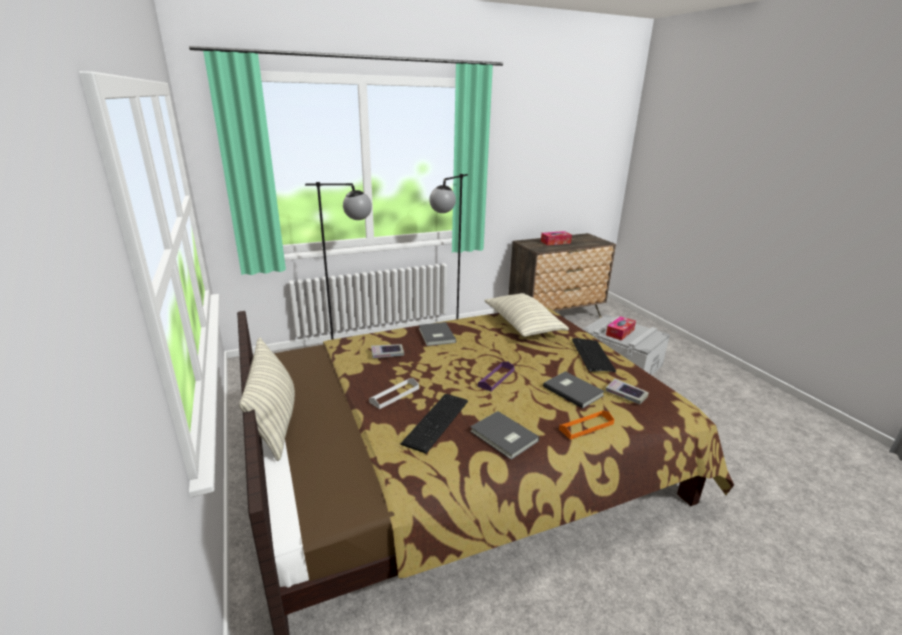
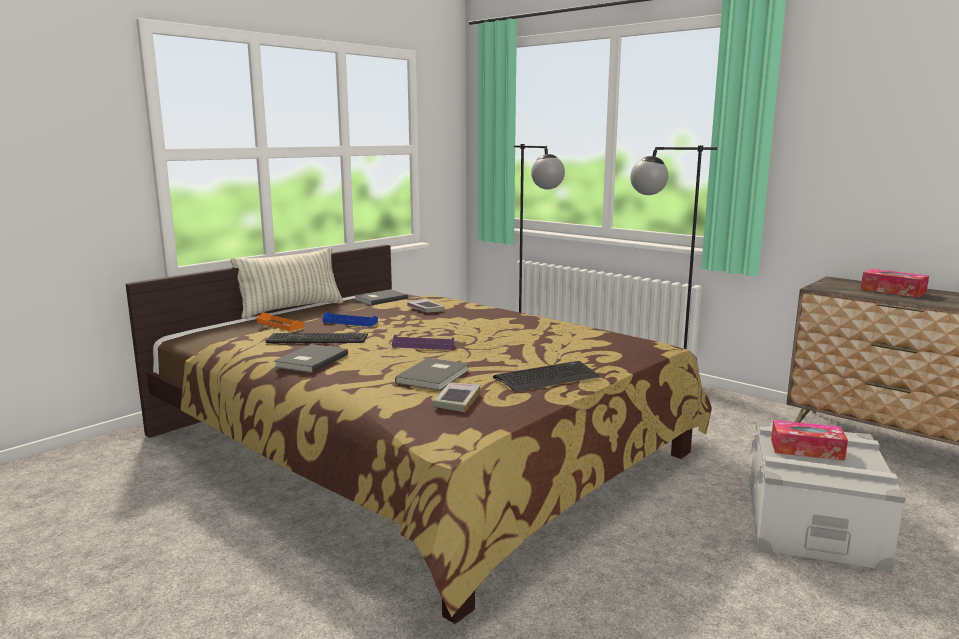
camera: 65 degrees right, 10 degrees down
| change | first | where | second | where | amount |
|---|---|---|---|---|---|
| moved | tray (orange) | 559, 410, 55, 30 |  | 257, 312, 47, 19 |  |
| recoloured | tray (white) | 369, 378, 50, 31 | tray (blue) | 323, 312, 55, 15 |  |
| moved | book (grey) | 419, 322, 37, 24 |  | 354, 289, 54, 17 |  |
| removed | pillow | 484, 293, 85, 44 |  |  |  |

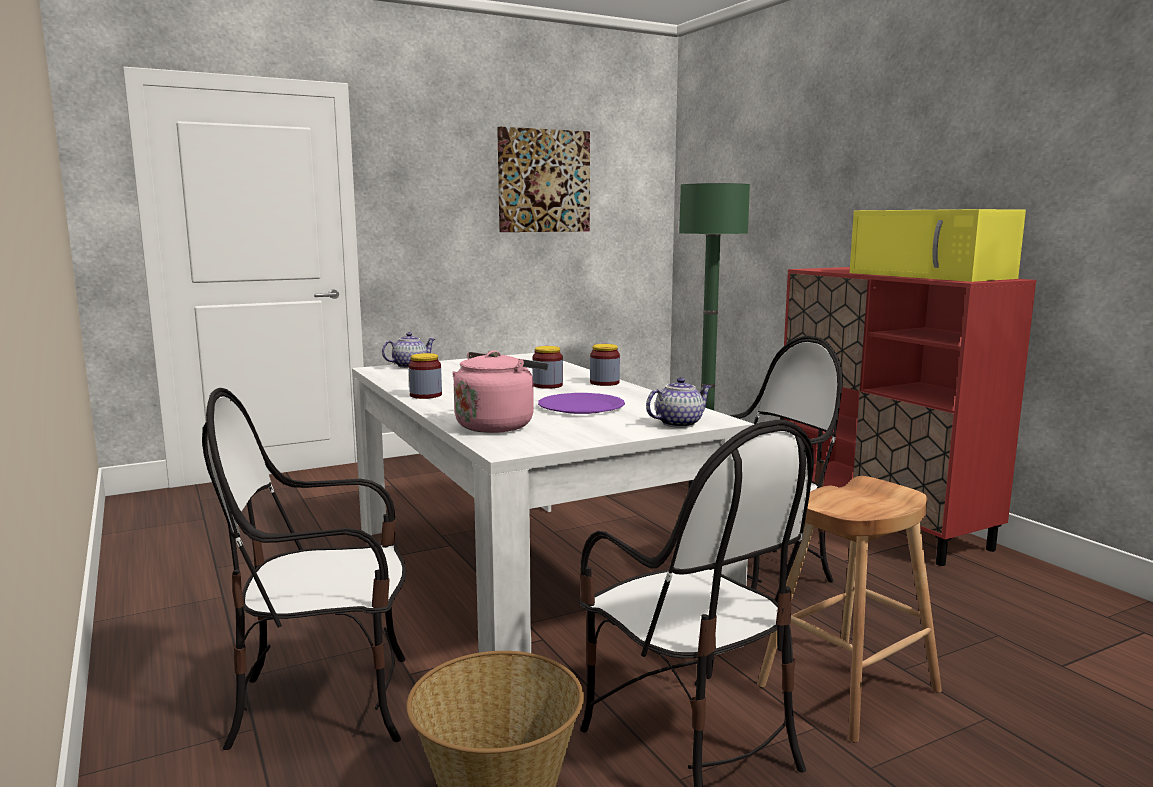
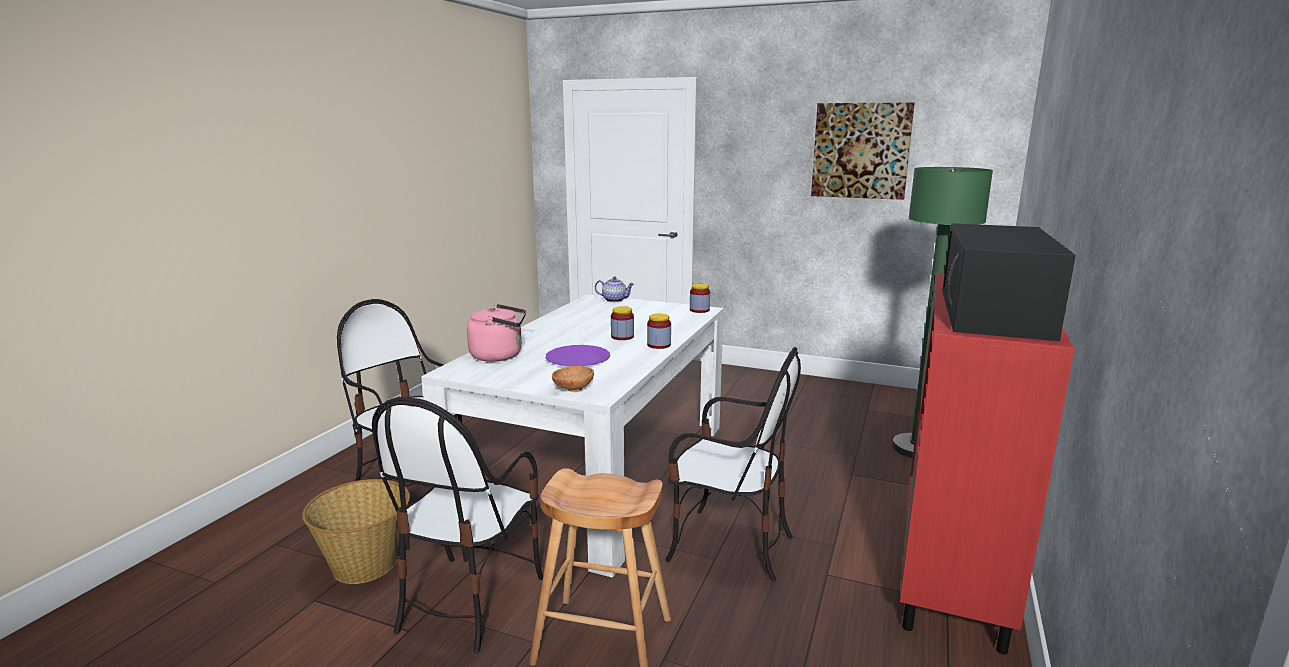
camera: 50 degrees right, 5 degrees up
| change | first | where | second | where | amount |
|---|---|---|---|---|---|
| replaced | teapot | 646, 377, 66, 51 | bowl (brown) | 552, 366, 42, 26 |  |
| moved | jar | 409, 353, 33, 46 |  | 690, 284, 20, 29 |  |
| recoloured | microwave (yellow) | 850, 209, 176, 73 | microwave (black) | 942, 223, 134, 118 |  |

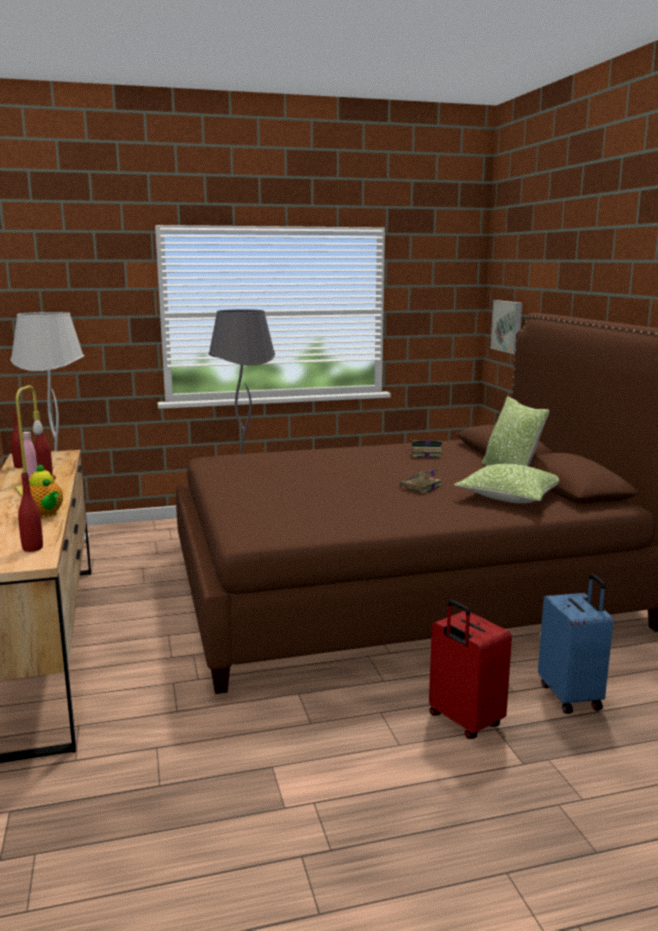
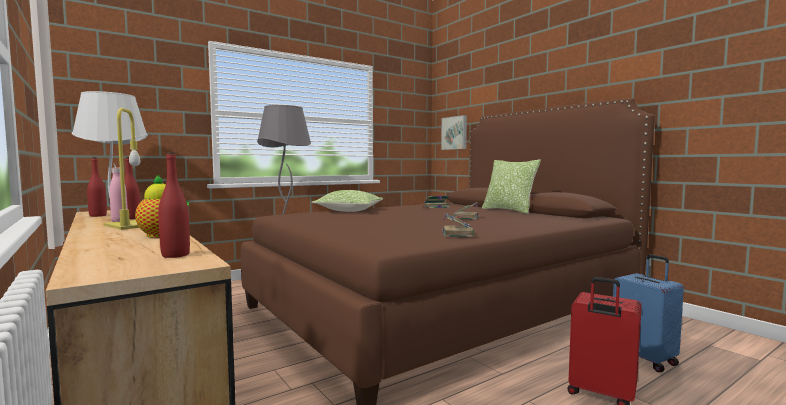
camera: 20 degrees left, 10 degrees down
| change | first | where | second | where | amount |
|---|---|---|---|---|---|
| moved | pillow | 454, 464, 105, 39 |  | 311, 190, 73, 22 |  |
| added |  |  | book | 442, 213, 32, 24 |  |

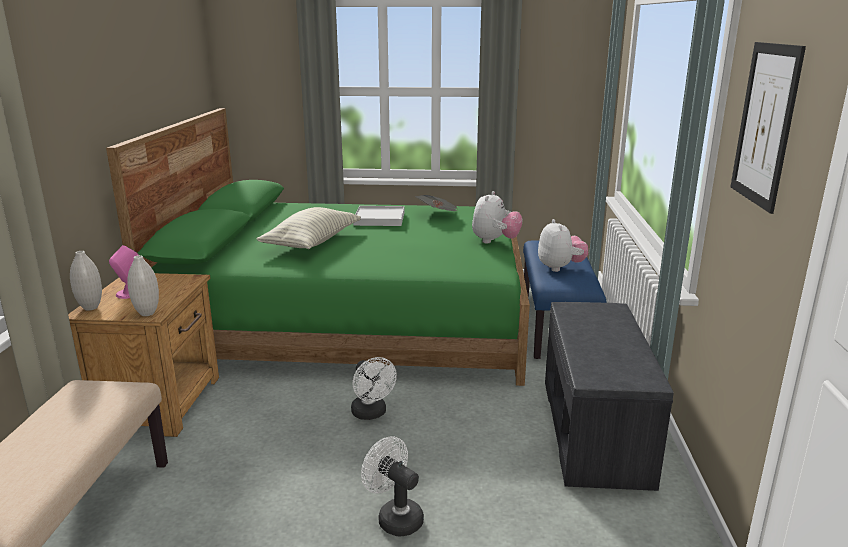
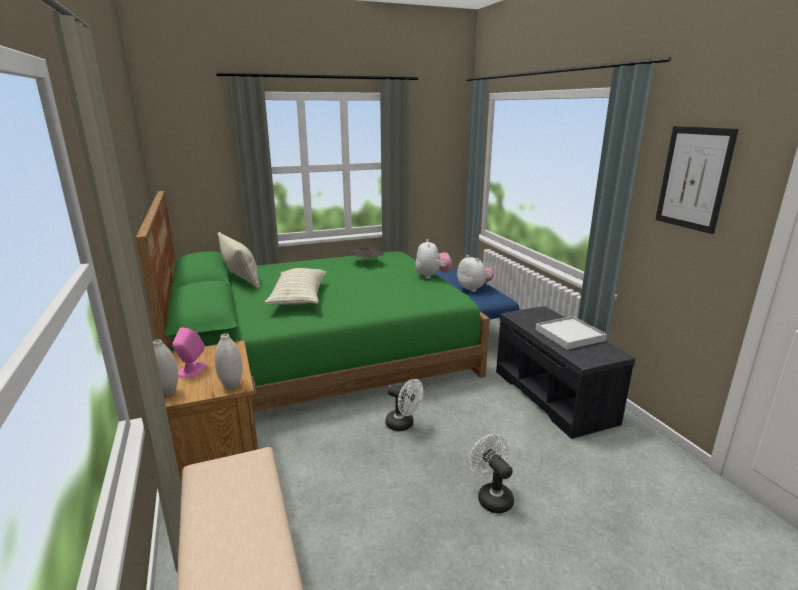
camera: 25 degrees left, 0 degrees up
| change | first | where | second | where | amount |
|---|---|---|---|---|---|
| added |  |  | pillow | 218, 232, 42, 57 |  |
| turned | fan (white) | 361, 436, 63, 100 |  | 469, 434, 45, 79 | 45 degrees clockwise |
| moved | tray (white) | 353, 206, 52, 20 |  | 536, 316, 71, 34 |  |

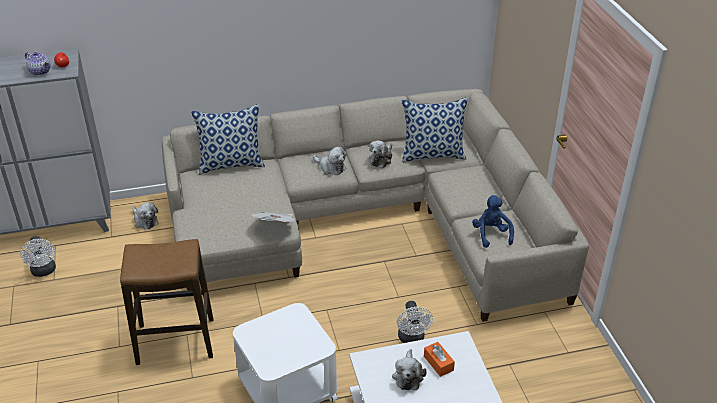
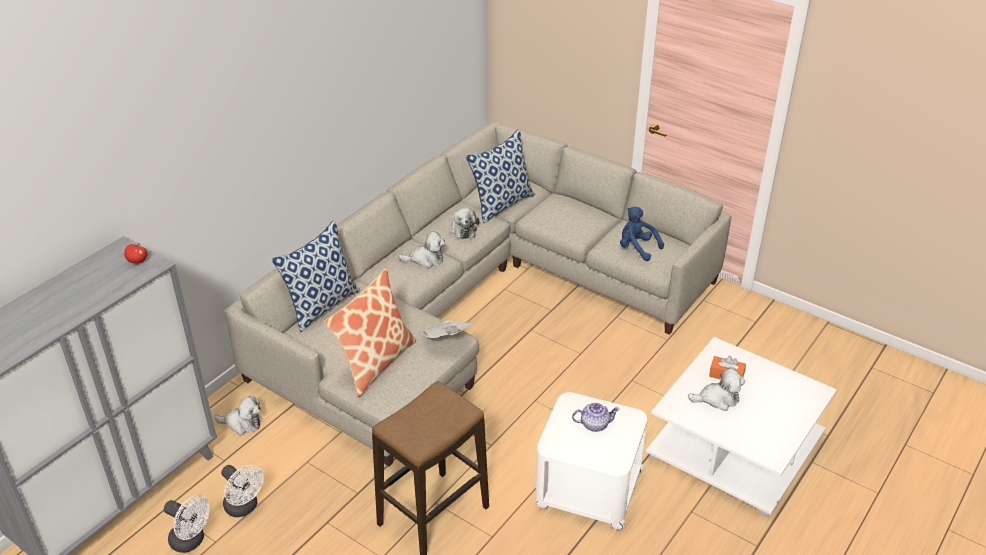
camera: 40 degrees left, 0 degrees up
| change | first | where | second | where | amount |
|---|---|---|---|---|---|
| moved | fan (white) | 397, 301, 36, 42 |  | 221, 465, 43, 52 |  |
| added |  |  | pillow | 324, 268, 92, 129 |  |
| moved | teapot | 25, 52, 26, 24 |  | 572, 402, 48, 30 |  |
| turned | plush toy | 392, 349, 35, 41 |  | 688, 367, 57, 44 | 60 degrees counterclockwise |

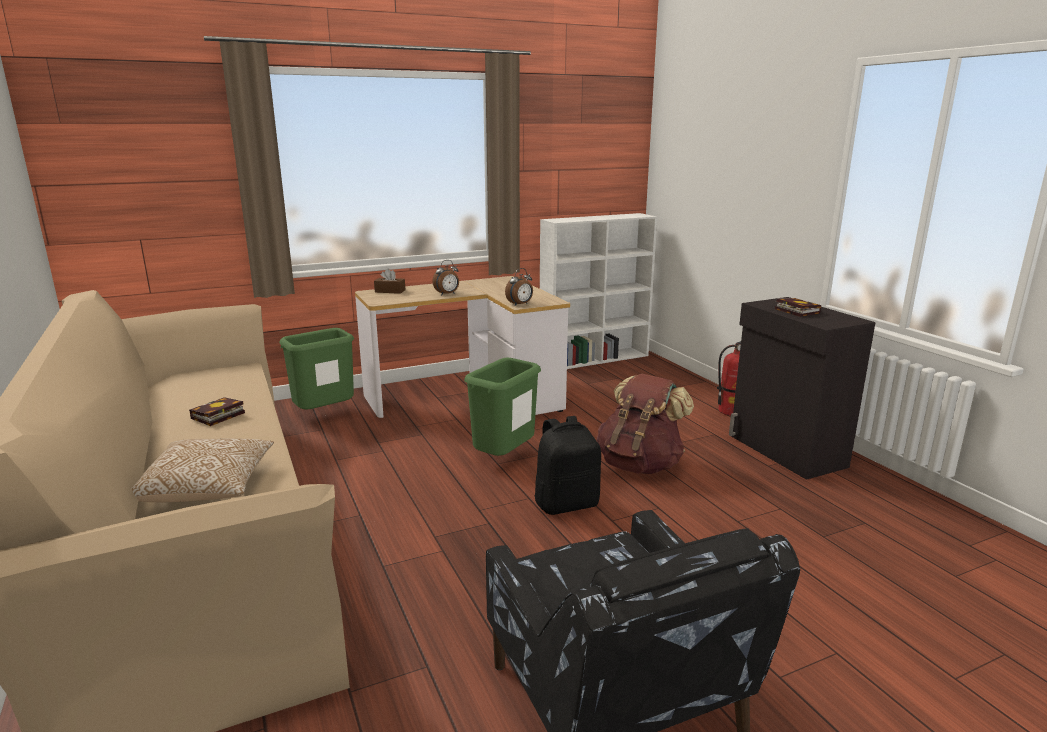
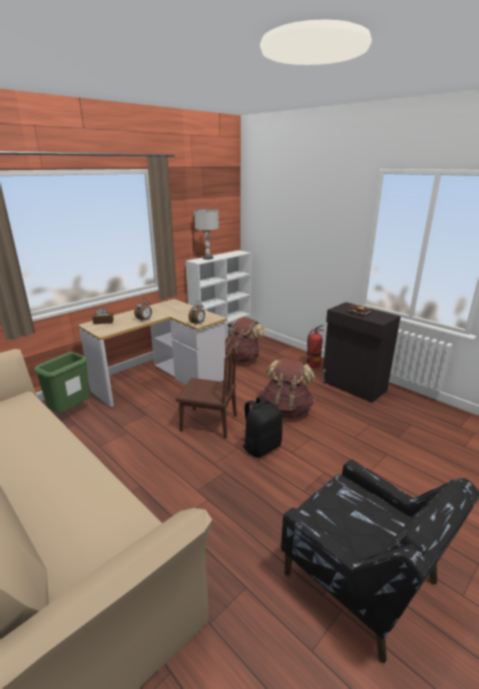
camera: 20 degrees left, 5 degrees up
| change | first | where | second | where | amount |
|---|---|---|---|---|---|
| replaced | trash can (green) | 464, 358, 77, 98 | chair (brown) | 176, 345, 61, 94 |  |
| added |  |  | table lamp (grey) | 194, 209, 25, 51 |  |
| added |  |  | backpack (brown) | 225, 317, 40, 46 |  |
| removed | pillow | 131, 439, 143, 63 |  |  |  |
| removed | book | 189, 397, 56, 29 |  |  |  |

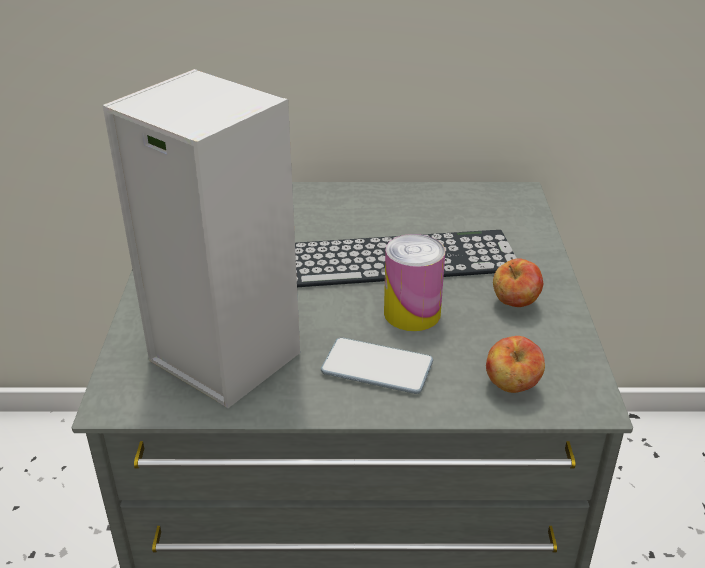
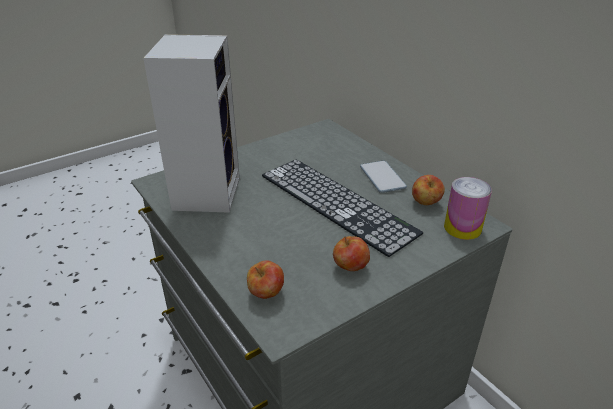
camera: 55 degrees right, 0 degrees up
| change | first | where | second | where | amount |
|---|---|---|---|---|---|
| moved | phone | 321, 337, 112, 57 |  | 360, 161, 47, 32 |  |
| added |  |  | apple | 412, 175, 33, 30 |  |
| moved | can | 384, 234, 61, 97 |  | 444, 177, 48, 63 |  |

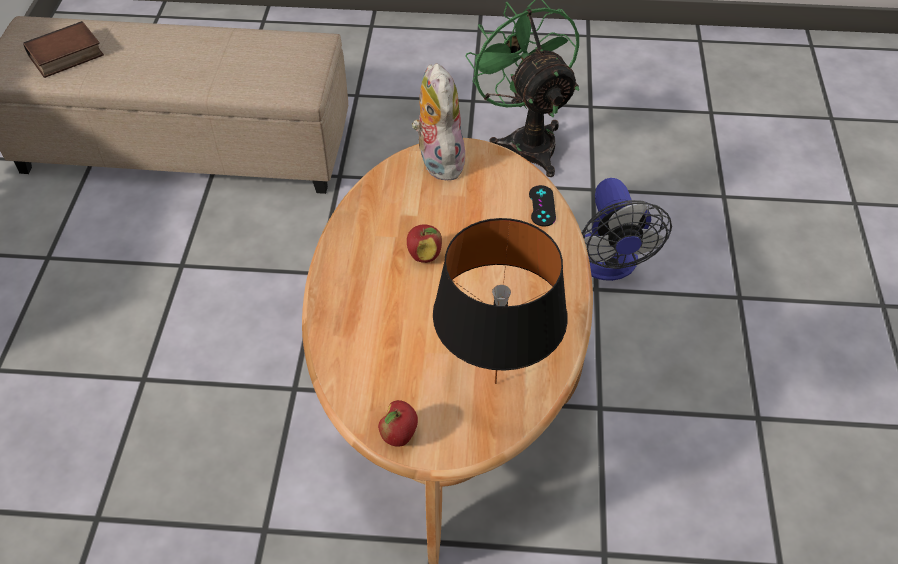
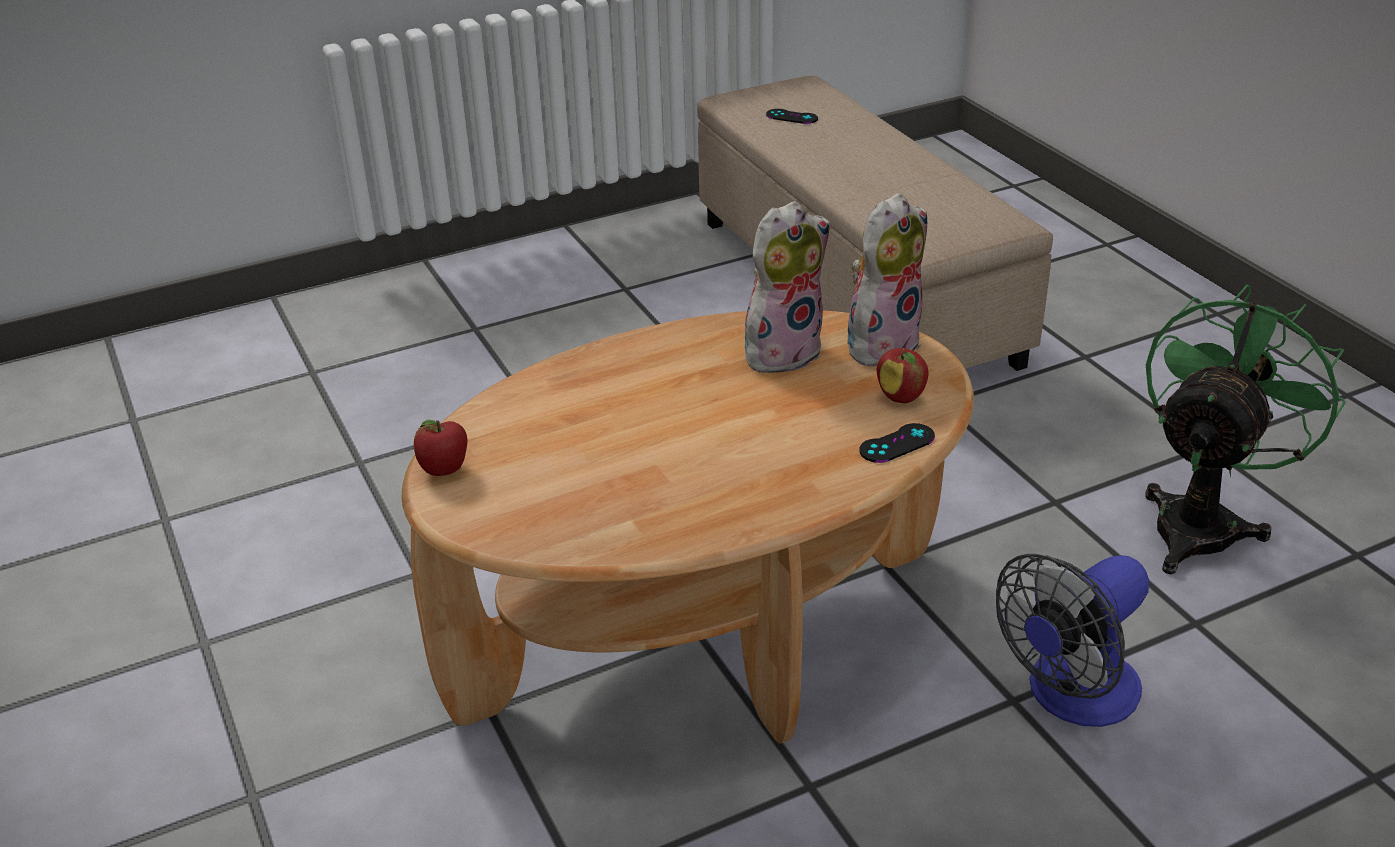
camera: 60 degrees right, 15 degrees down
| change | first | where | second | where | amount |
|---|---|---|---|---|---|
| added |  |  | plush toy | 745, 201, 86, 172 |  |
| replaced | book | 23, 21, 81, 57 | game controller (black) | 766, 109, 52, 15 |  |
| moved | apple | 407, 224, 35, 39 |  | 877, 348, 52, 55 |  |
| removed | table lamp (black) | 433, 218, 135, 166 |  |  |  |

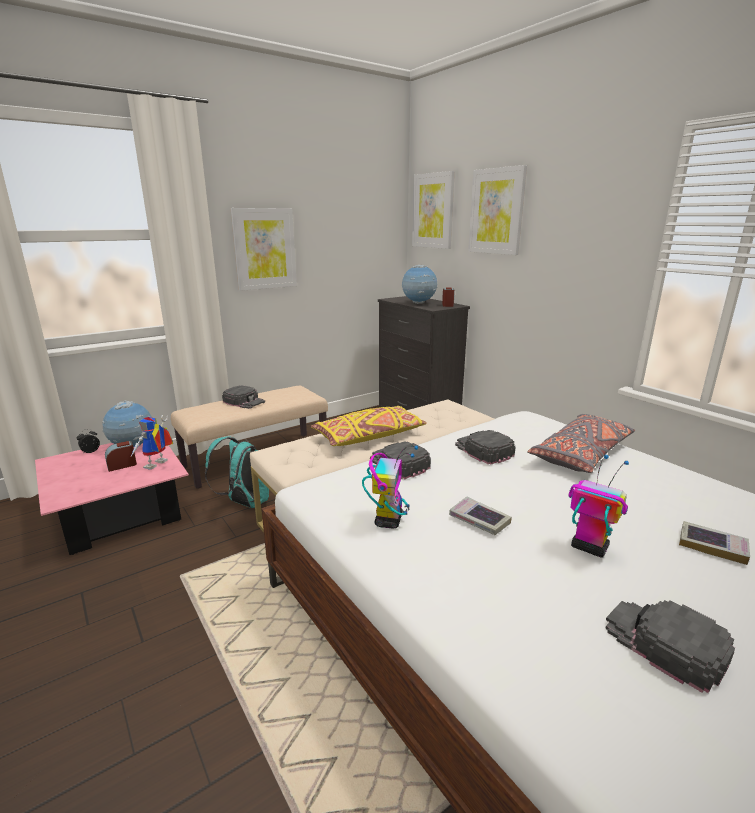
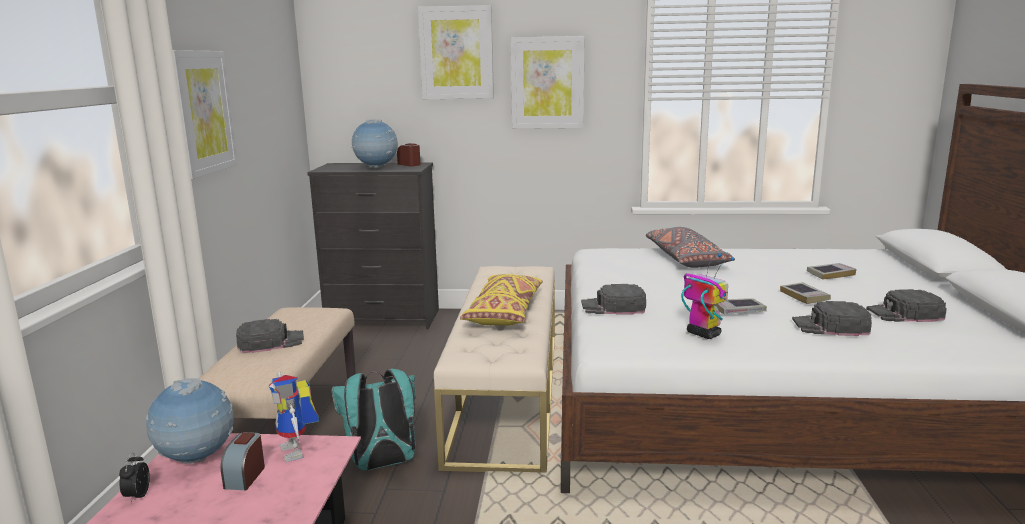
camera: 50 degrees left, 5 degrees down
| change | first | where | second | where | amount |
|---|---|---|---|---|---|
| moved | picture | 412, 171, 43, 78 |  | 511, 36, 73, 93 |  |
| replaced | toy robot | 569, 455, 60, 103 | book | 780, 282, 51, 22 |  |
| moved | cap (black) | 455, 430, 60, 34 |  | 792, 301, 80, 35 |  |

